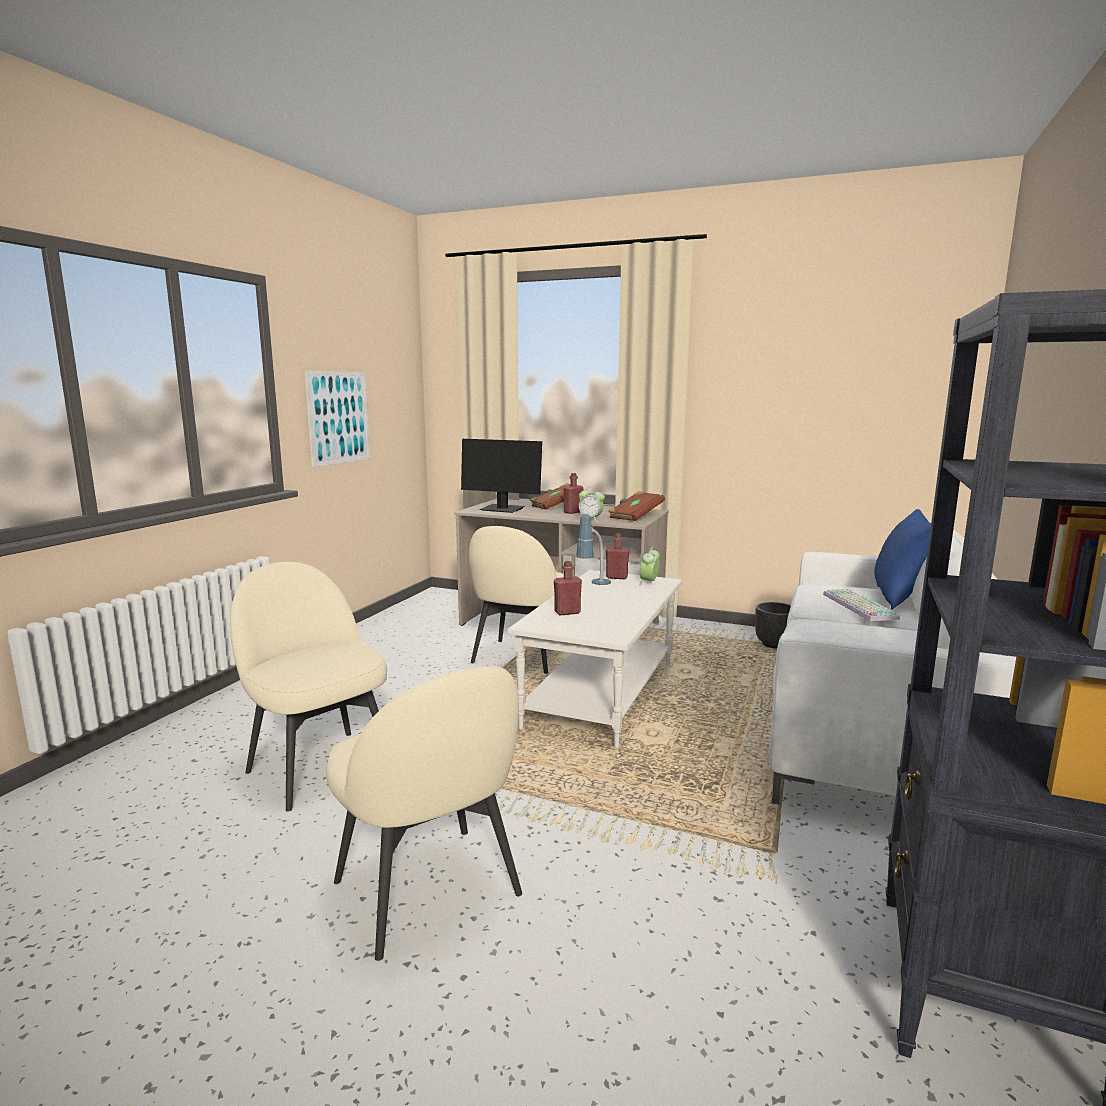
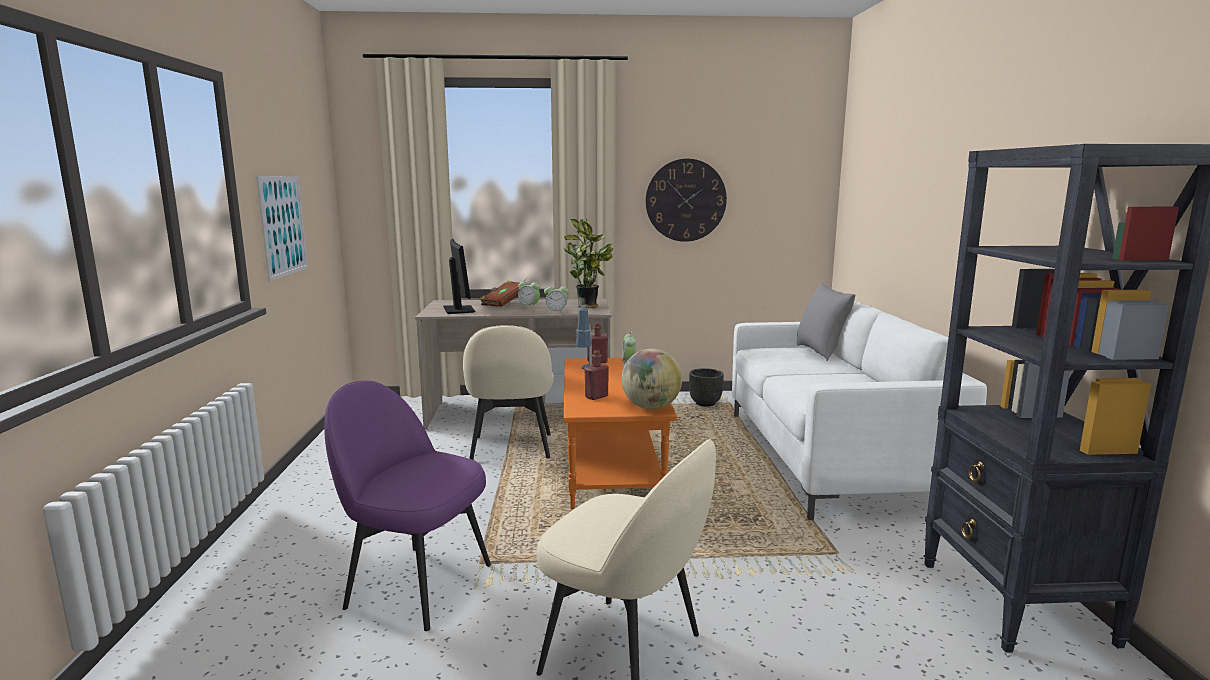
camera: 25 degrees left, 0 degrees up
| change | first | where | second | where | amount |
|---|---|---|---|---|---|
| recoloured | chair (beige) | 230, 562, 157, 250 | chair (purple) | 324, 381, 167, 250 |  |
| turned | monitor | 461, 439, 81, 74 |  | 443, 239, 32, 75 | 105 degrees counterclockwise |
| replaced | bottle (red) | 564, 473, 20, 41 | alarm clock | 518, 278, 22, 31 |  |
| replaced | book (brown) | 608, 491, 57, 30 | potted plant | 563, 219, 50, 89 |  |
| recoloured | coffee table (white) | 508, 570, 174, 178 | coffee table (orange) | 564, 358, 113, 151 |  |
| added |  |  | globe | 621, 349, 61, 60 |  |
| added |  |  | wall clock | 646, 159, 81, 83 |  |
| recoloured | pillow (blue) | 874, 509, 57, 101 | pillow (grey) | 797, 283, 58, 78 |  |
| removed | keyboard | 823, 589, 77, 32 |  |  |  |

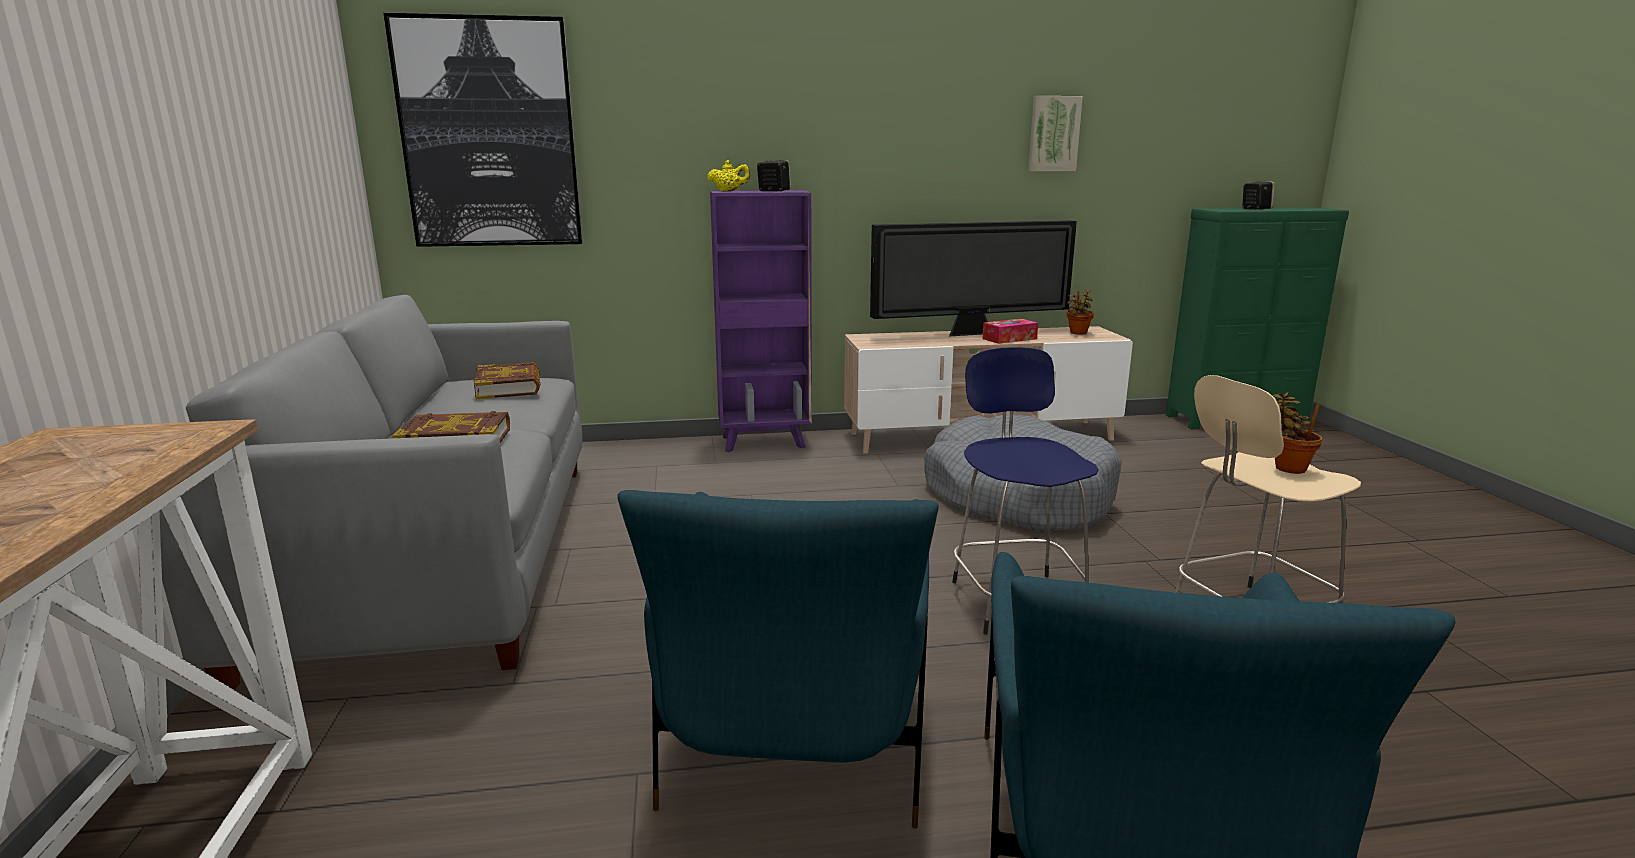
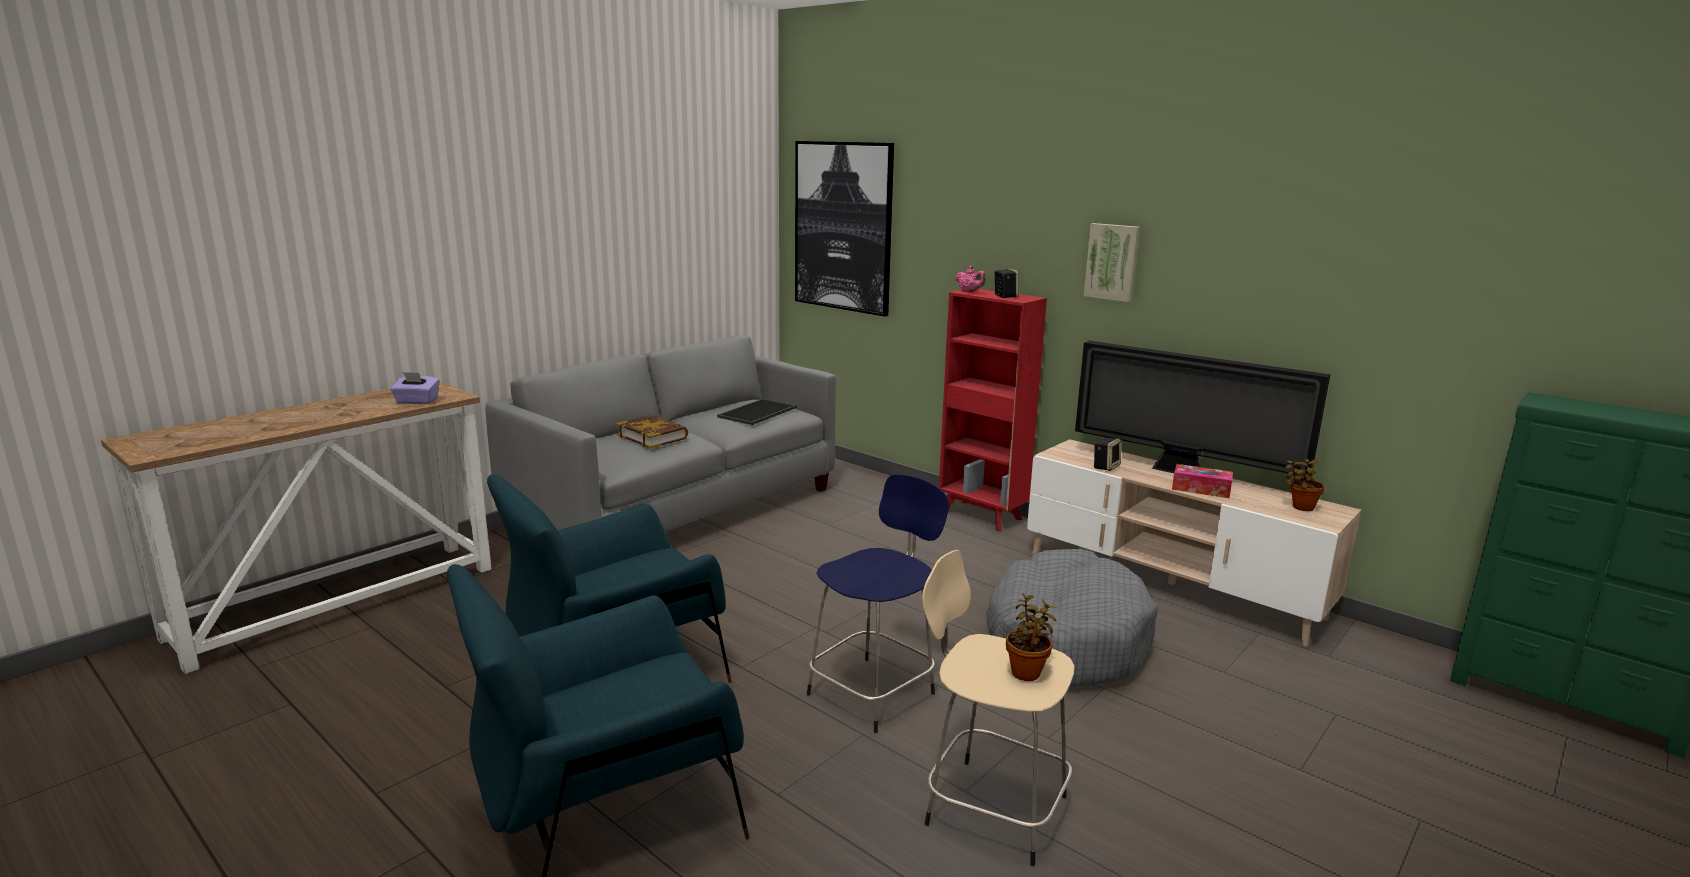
camera: 50 degrees right, 0 degrees up
| change | first | where | second | where | amount |
|---|---|---|---|---|---|
| added |  |  | tissue box (purple) | 390, 372, 50, 32 |  |
| replaced | book | 474, 362, 67, 37 | tray | 717, 399, 80, 26 |  |
| recoloured | bookcase (purple) | 710, 190, 102, 262 | bookcase (red) | 939, 289, 108, 242 |  |
| recoloured | teapot (yellow) | 707, 160, 43, 32 | teapot (pink) | 955, 266, 30, 26 |  |
| moved | picture | 1028, 96, 55, 75 |  | 1084, 223, 56, 79 |  |
| moved | speaker | 1242, 181, 33, 29 |  | 1094, 437, 27, 34 |  |

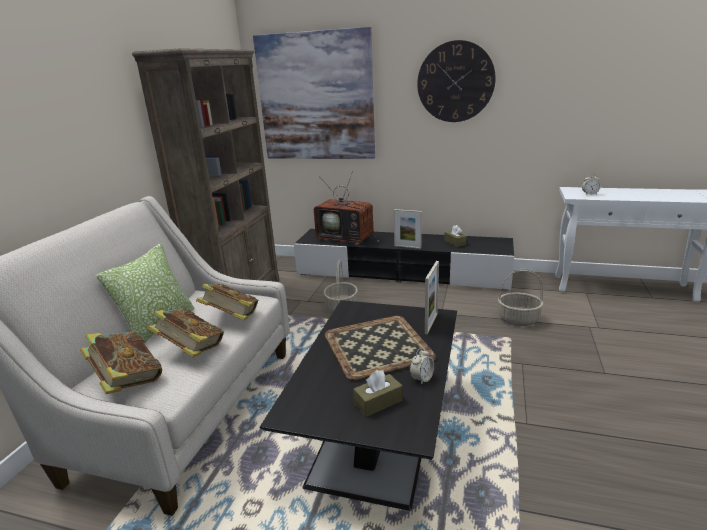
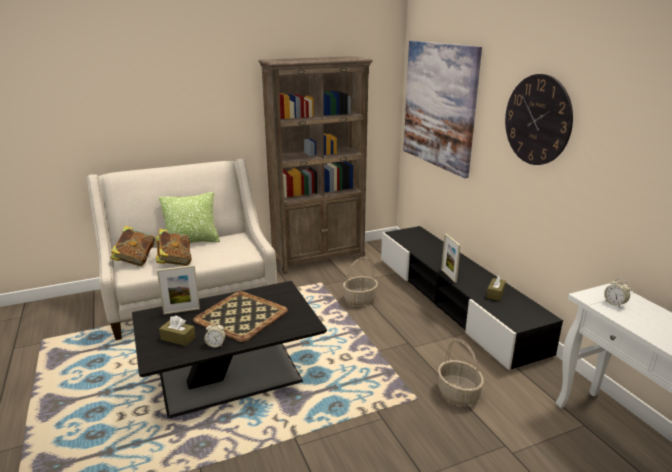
camera: 50 degrees right, 0 degrees up
| change | first | where | second | where | amount |
|---|---|---|---|---|---|
| moved | picture frame | 425, 261, 14, 73 |  | 157, 265, 43, 50 |  |
| removed | book | 196, 283, 62, 37 |  |  |  |
| removed | television | 314, 171, 66, 74 |  |  |  |

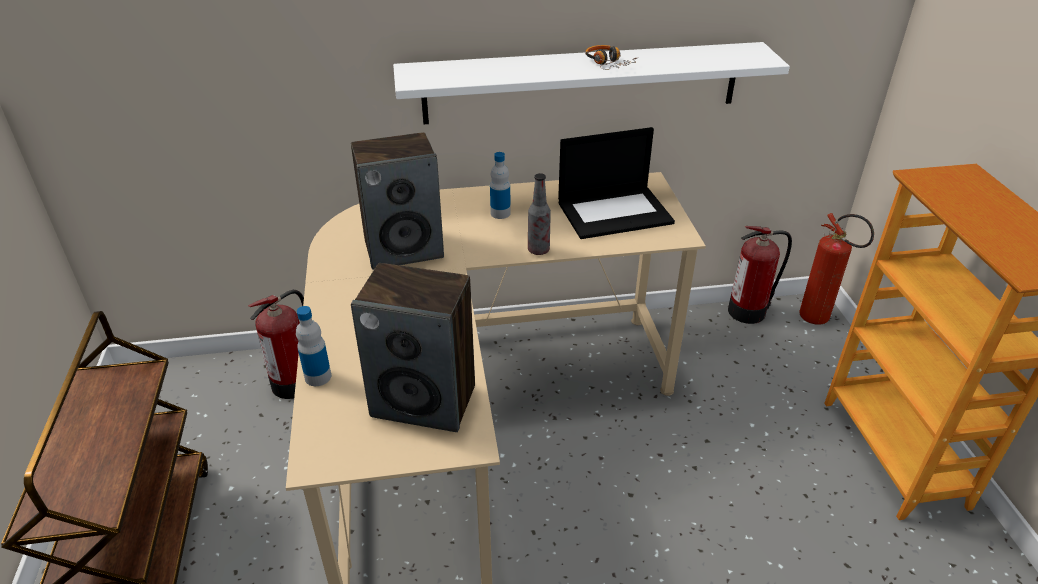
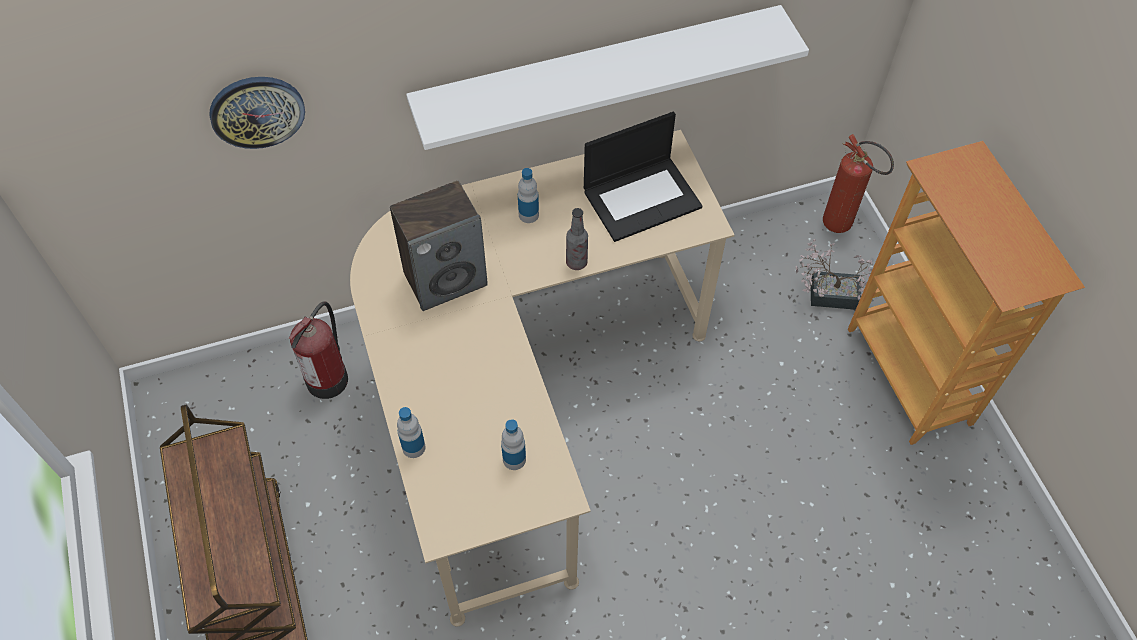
camera: 10 degrees left, 20 degrees up
| change | first | where | second | where | amount |
|---|---|---|---|---|---|
| added |  |  | wall clock | 209, 77, 96, 72 |  |
| replaced | speaker | 351, 263, 124, 169 | bottle | 501, 419, 25, 51 |  |
| added |  |  | potted plant | 795, 239, 78, 71 |  |
| removed | headphones | 585, 45, 52, 25 |  |  |  |
| removed | fire extinguisher | 728, 226, 64, 98 |  |  |  |

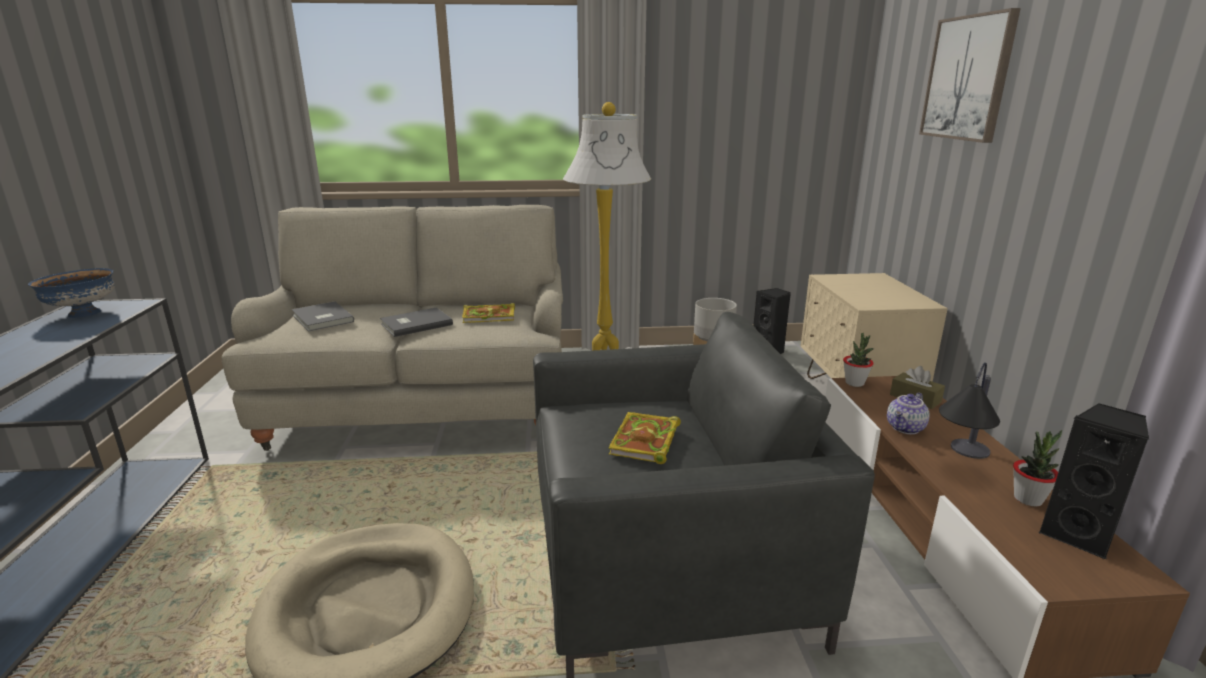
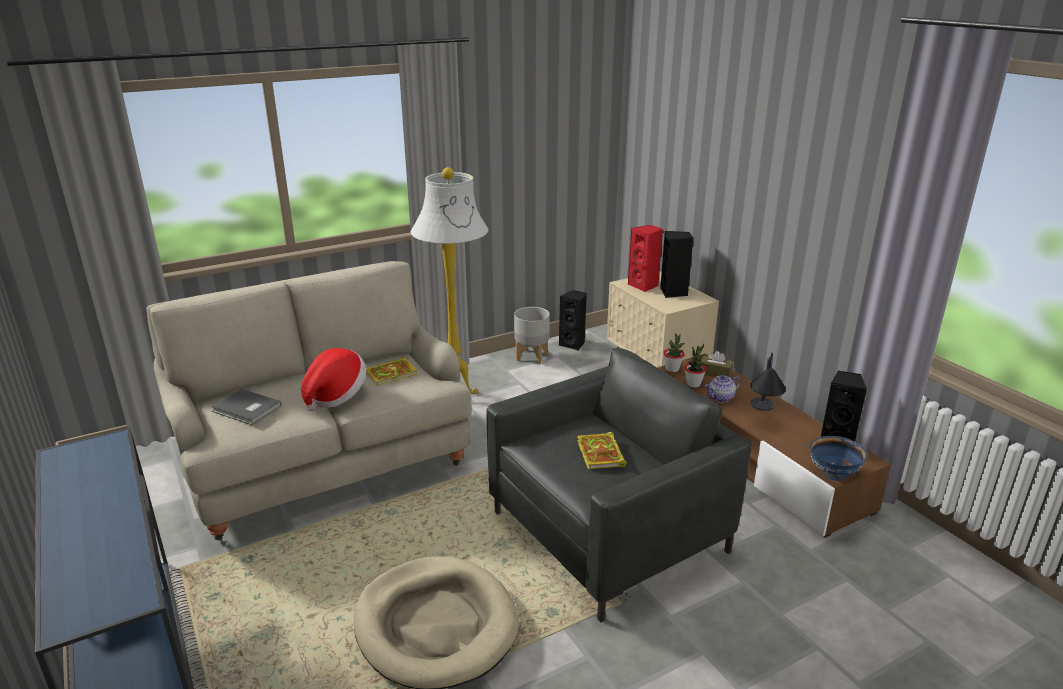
camera: 25 degrees left, 5 degrees up
| change | first | where | second | where | amount |
|---|---|---|---|---|---|
| replaced | book (grey) | 380, 307, 73, 30 | hat | 301, 348, 65, 63 |  |
| added |  |  | speaker (red) | 628, 225, 35, 67 |  |
| added |  |  | speaker (black) | 660, 231, 33, 67 |  |
| moved | potted plant | 1013, 430, 49, 76 |  | 684, 344, 22, 43 |  |
| turned | teapot | 887, 393, 43, 41 |  | 705, 375, 36, 28 | 45 degrees clockwise |
| moved | bowl (blue) | 28, 268, 87, 50 |  | 810, 436, 57, 45 |  |
| removed | picture | 919, 8, 102, 135 |  |  |  |

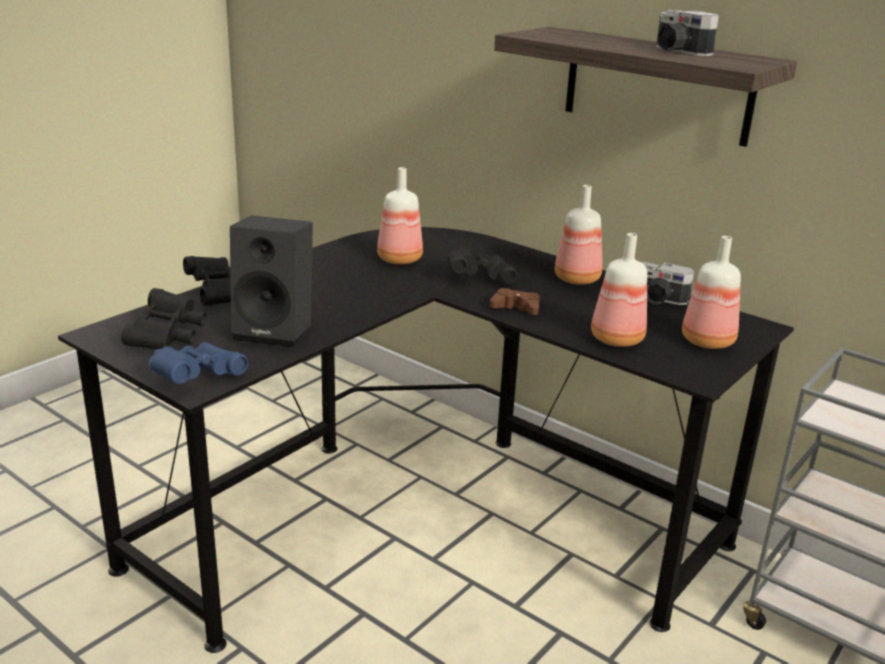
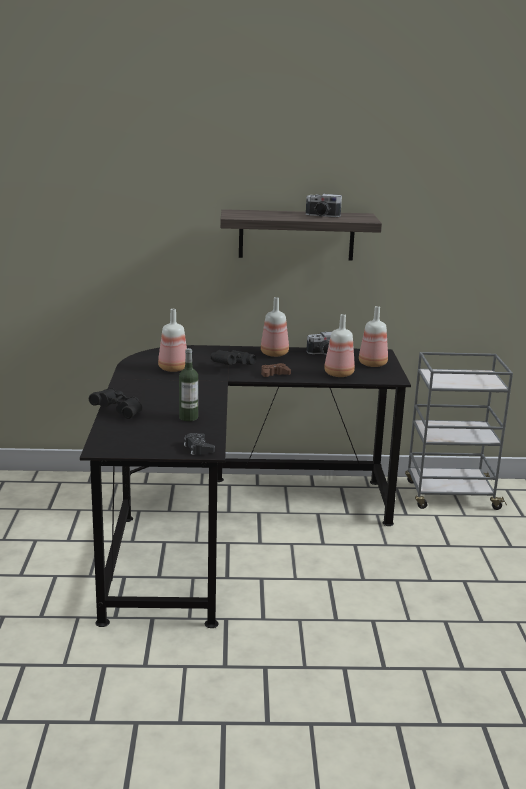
camera: 40 degrees left, 5 degrees down
| change | first | where | second | where | amount |
|---|---|---|---|---|---|
| replaced | speaker (black) | 230, 216, 83, 131 | bottle | 179, 348, 19, 73 |  |
| replaced | binoculars (blue) | 148, 342, 100, 42 | game controller (black) | 184, 433, 31, 22 |  |
| removed | binoculars (black) | 121, 288, 86, 61 |  |  |  |

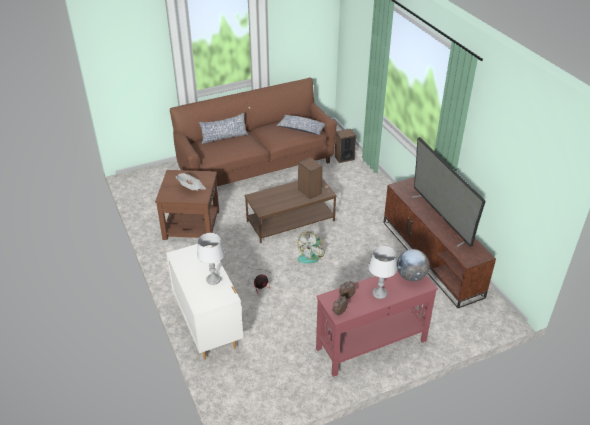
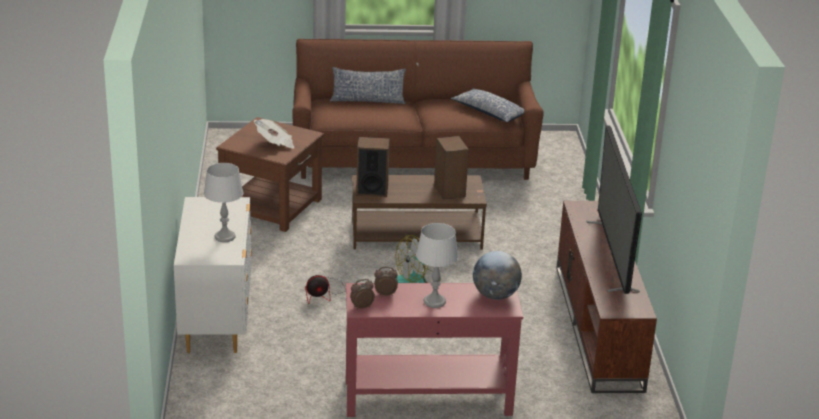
camera: 20 degrees right, 10 degrees down
| change | first | where | second | where | amount |
|---|---|---|---|---|---|
| moved | speaker | 334, 129, 22, 34 |  | 356, 137, 34, 60 |  |

